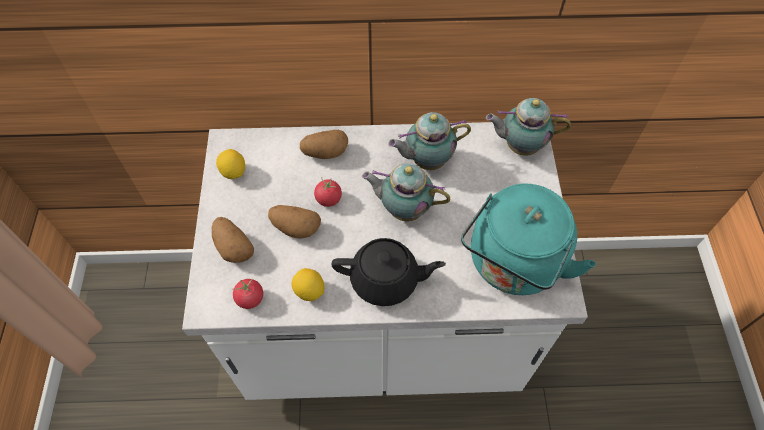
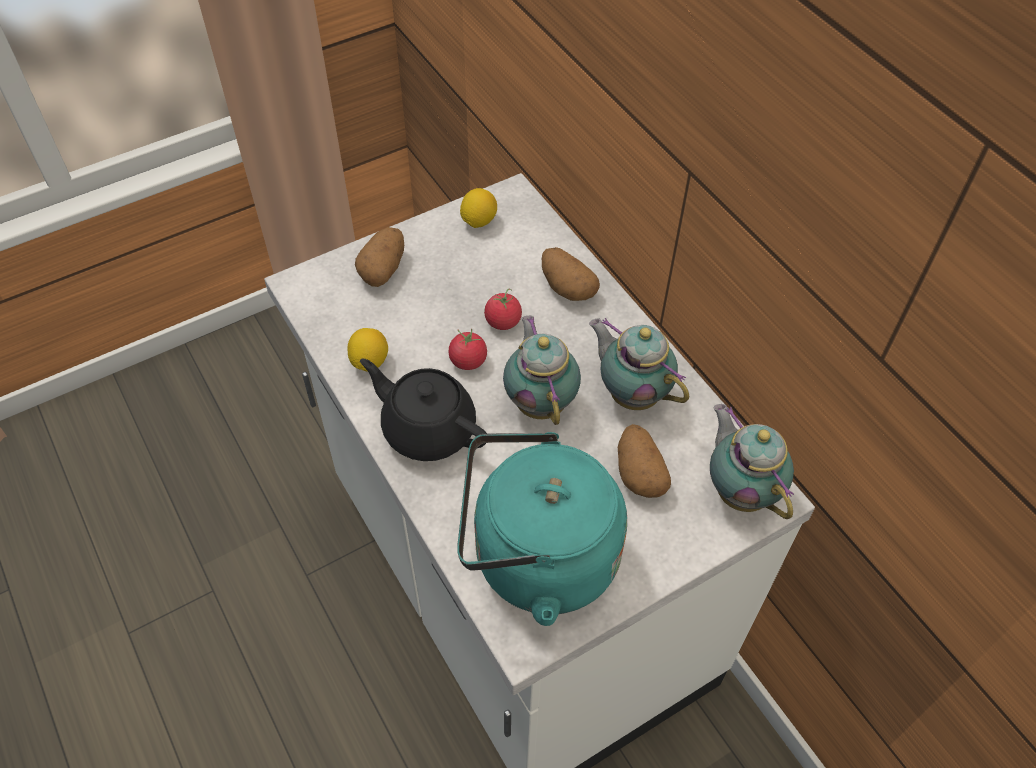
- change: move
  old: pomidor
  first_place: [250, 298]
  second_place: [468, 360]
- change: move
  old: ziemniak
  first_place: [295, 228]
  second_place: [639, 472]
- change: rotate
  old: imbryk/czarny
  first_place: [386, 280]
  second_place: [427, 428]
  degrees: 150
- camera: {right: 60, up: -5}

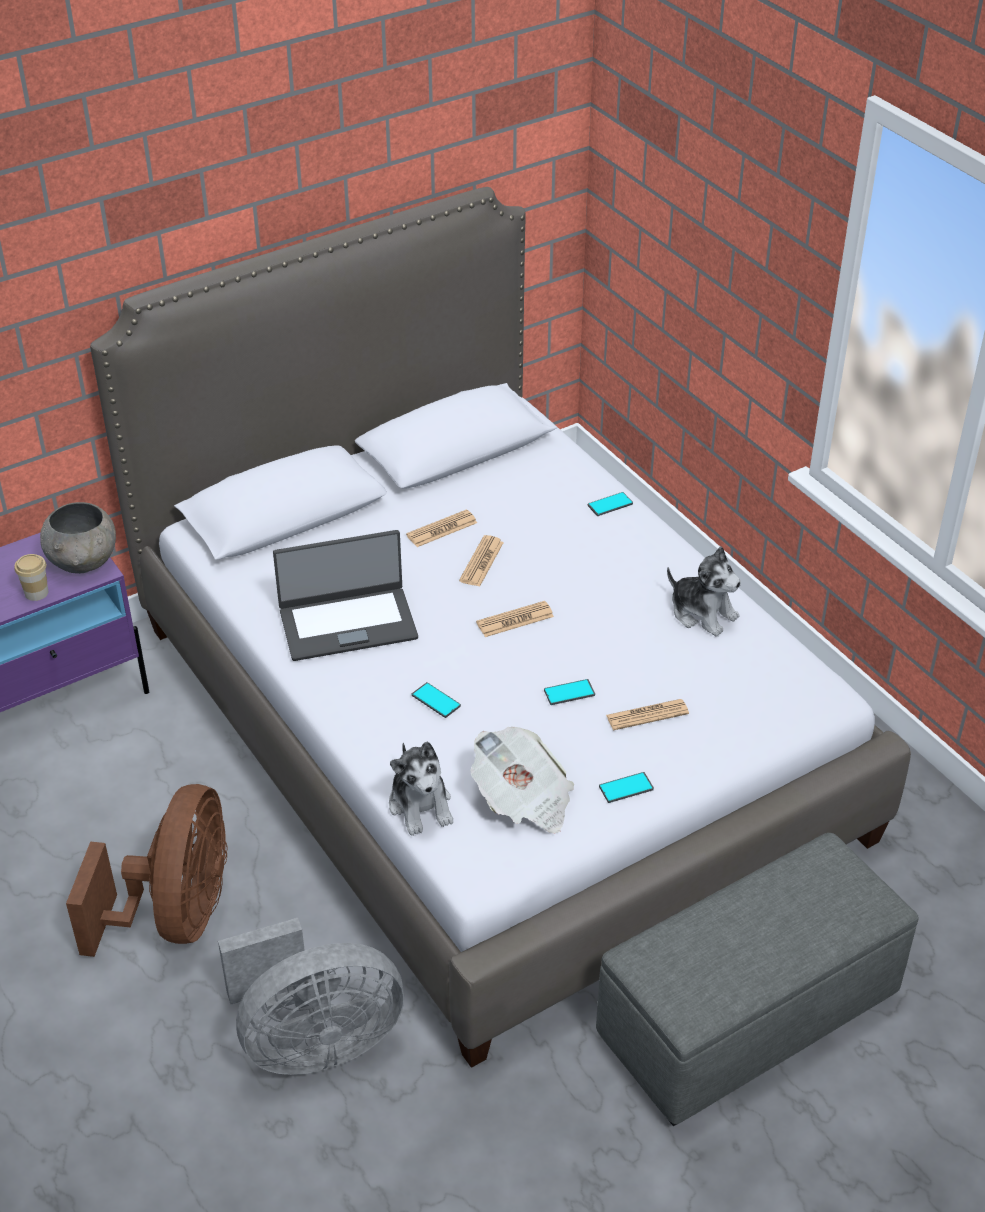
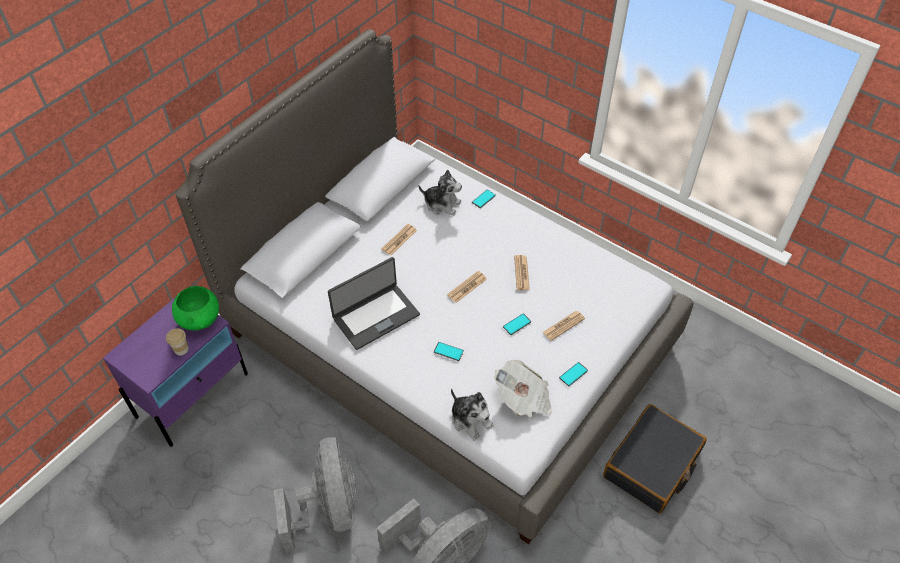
- change: recolor
  old: miska/szary
  new: miska/zielony
  first_place: [84, 563]
  second_place: [200, 320]
- change: recolor
  old: wentylator/brązowy
  new: wentylator/szary
  first_place: [177, 915]
  second_place: [329, 508]
- change: move
  old: gazeta
  first_place: [481, 562]
  second_place: [521, 273]
- change: replace
  old: pufa/szary
  new: walizka/czarny
  first_place: [749, 1015]
  second_place: [652, 465]
- change: move
  old: pluszak
  first_place: [702, 613]
  second_place: [442, 204]
- camera: {right: -20, up: 10}

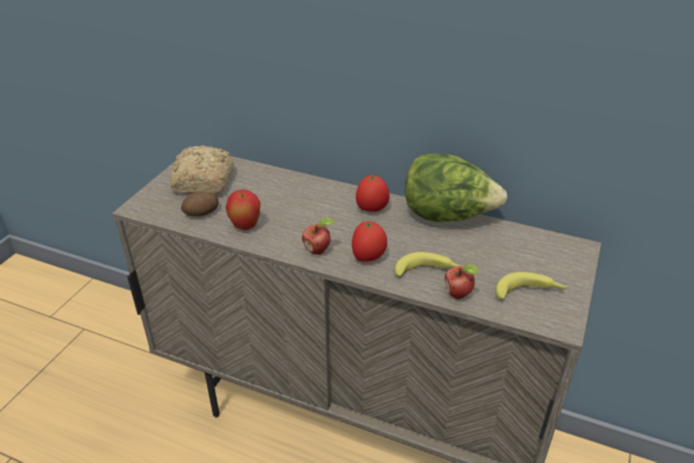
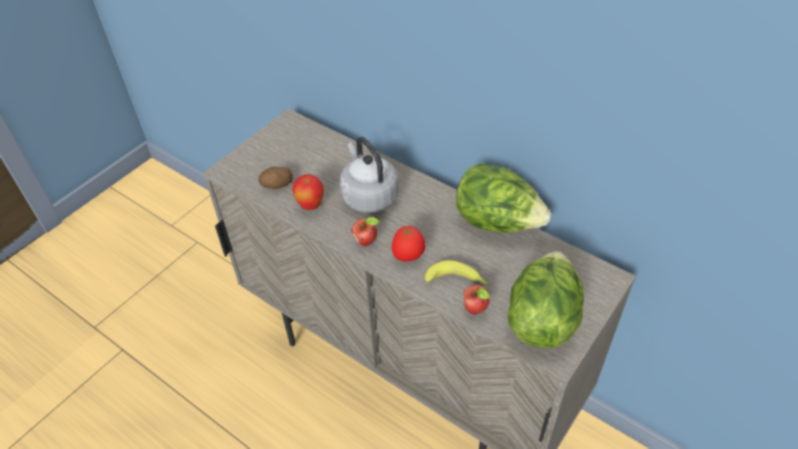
- change: delete
  old: chleb
  first_place: [203, 183]
- change: delete
  old: pomidor
  first_place: [372, 209]
- change: replace
  old: banan
  new: sałata
  first_place: [529, 293]
  second_place: [542, 319]
- change: insert
  new: czajnik/szary
  second_place: [368, 195]
- camera: {right: 15, up: 10}

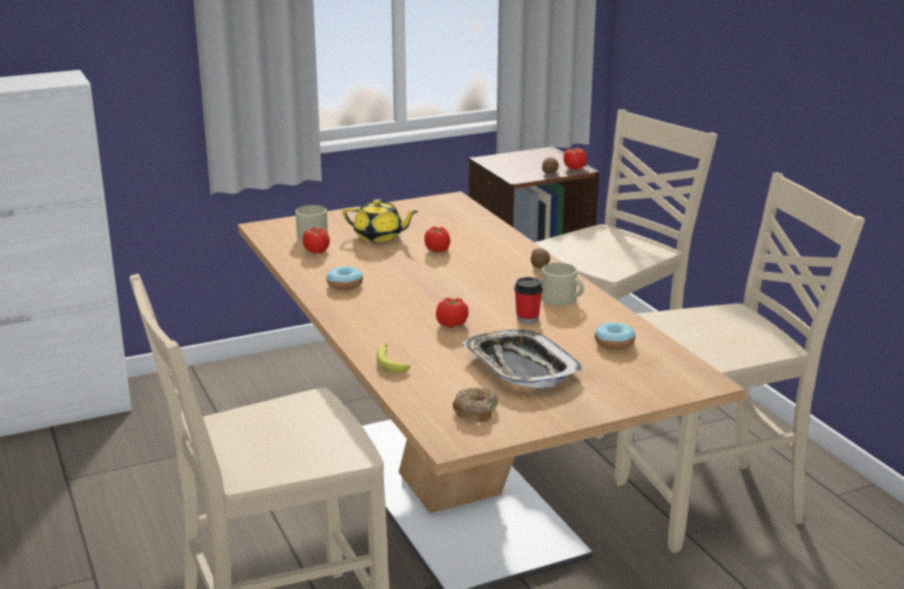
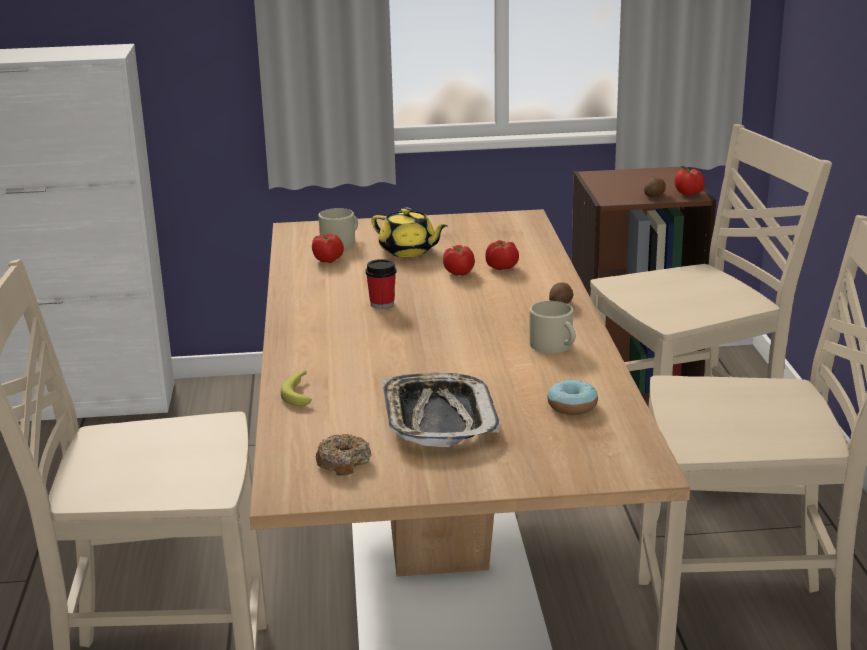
- change: delete
  old: donut
  first_place: [344, 285]
- change: move
  old: pomidor
  first_place: [451, 324]
  second_place: [502, 267]
- change: move
  old: filiżanka
  first_place: [527, 318]
  second_place: [382, 304]
- camera: {right: 20, up: 0}

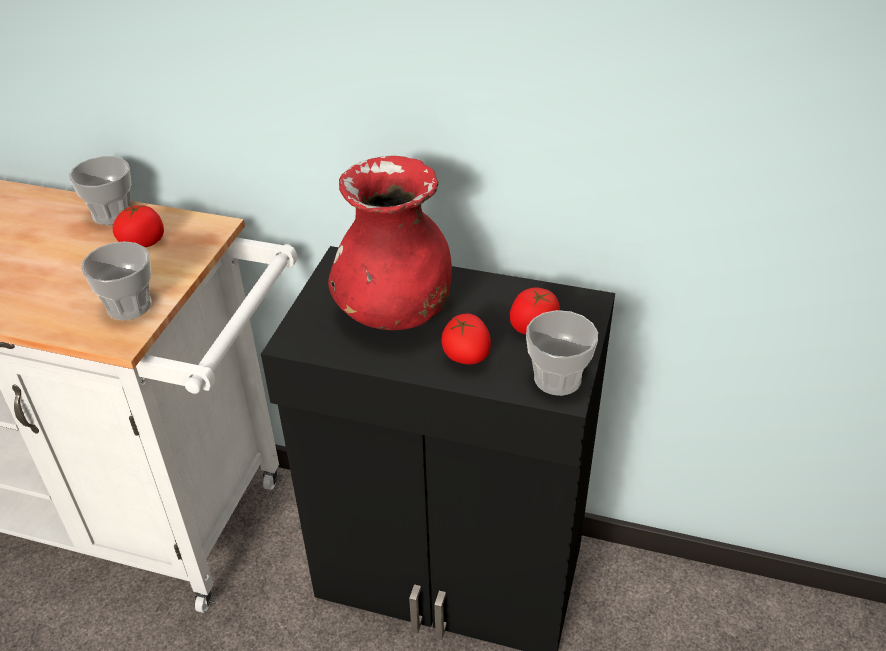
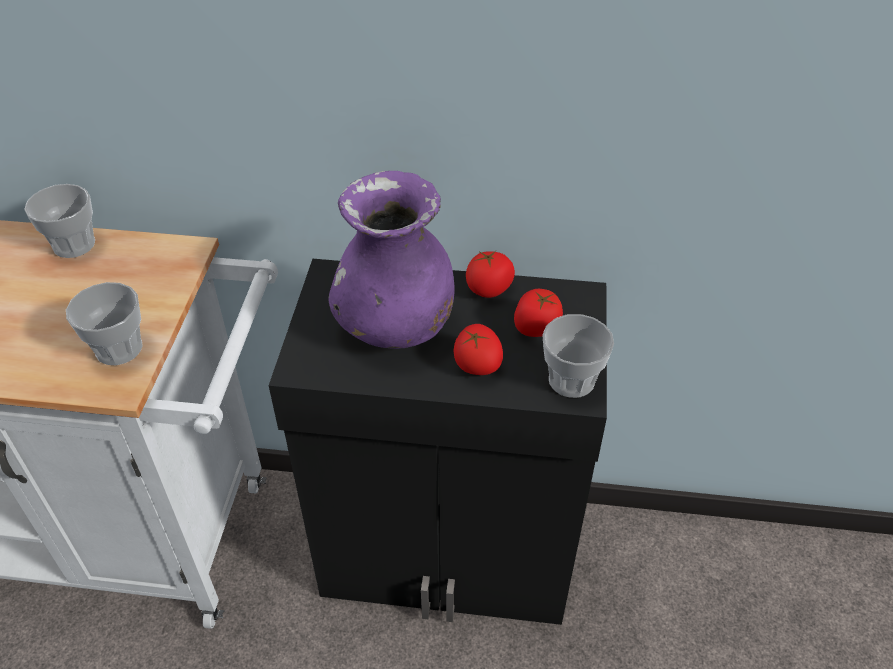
- change: move
  old: pomidor
  first_place: [143, 242]
  second_place: [489, 289]
- change: recolor
  old: wazon/czerwony
  new: wazon/fioletowy
  first_place: [395, 312]
  second_place: [395, 325]
- camera: {right: -10, up: 5}

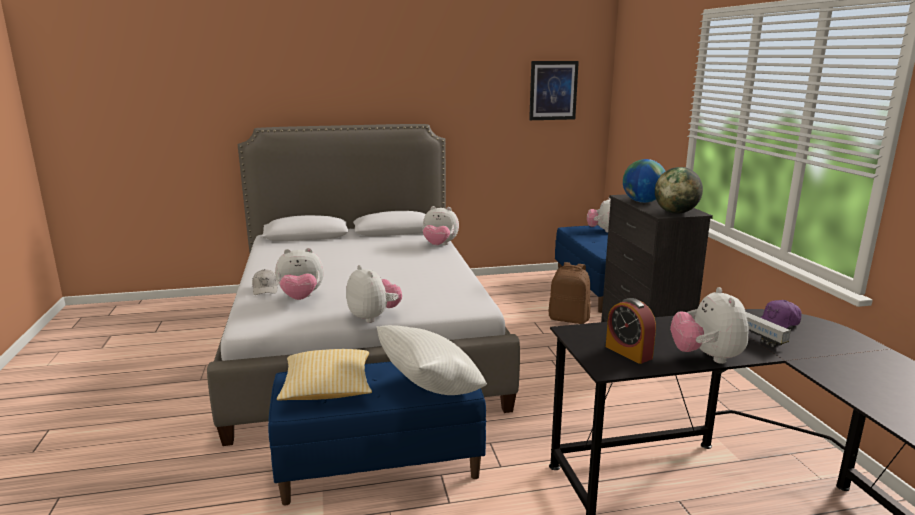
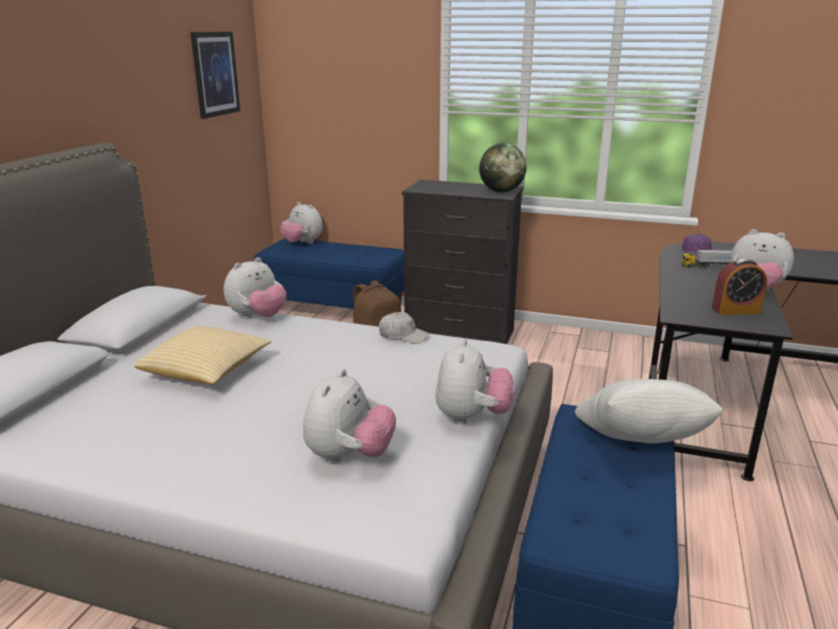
- change: move
  old: czapka z daszkiem/biały
  first_place: [265, 288]
  second_place: [403, 335]
- change: move
  old: poduszka
  first_place: [327, 390]
  second_place: [206, 371]
- change: rotate
  old: pluszak
  first_place: [374, 317]
  second_place: [472, 417]
  degrees: 105
- change: delete
  old: globus
  first_place: [642, 202]
- camera: {right: -60, up: 5}

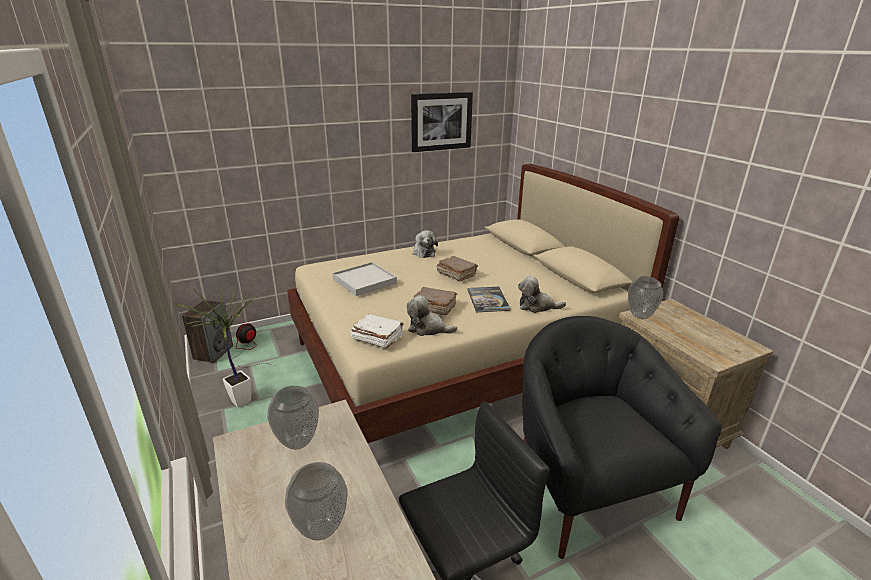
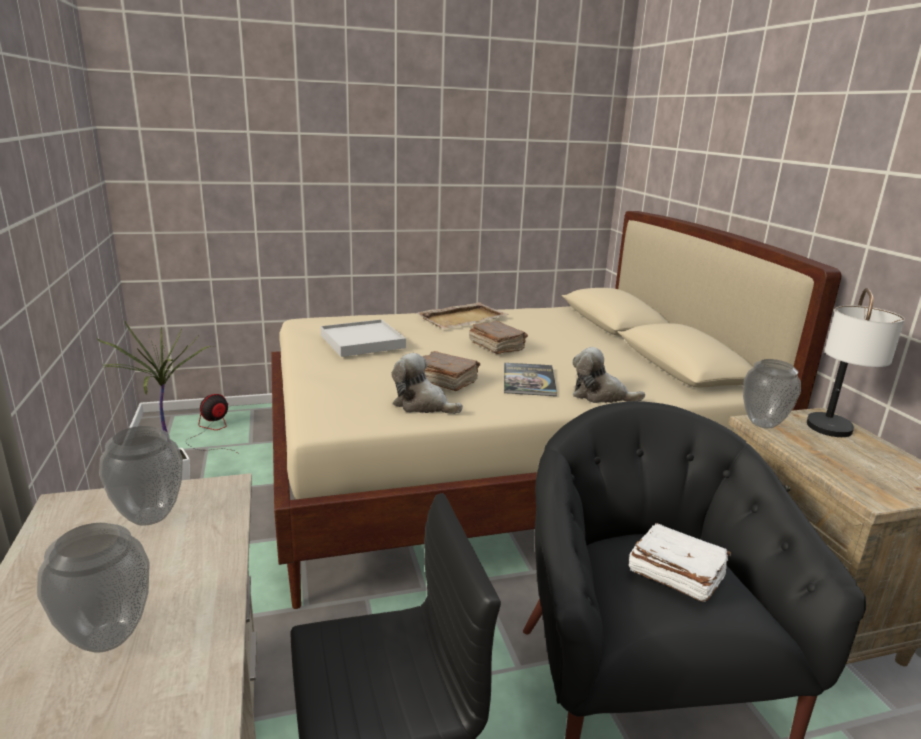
- change: delete
  old: głośnik
  first_place: [213, 352]
- change: move
  old: książka/biały
  first_place: [377, 338]
  second_place: [674, 574]
- change: delete
  old: obraz
  first_place: [441, 121]
- change: replace
  old: pluszak
  new: taca/beżowy
  first_place: [423, 252]
  second_place: [463, 318]
- change: insert
  new: lampa stołowa
  second_place: [831, 436]
- camera: {right: 10, up: -5}

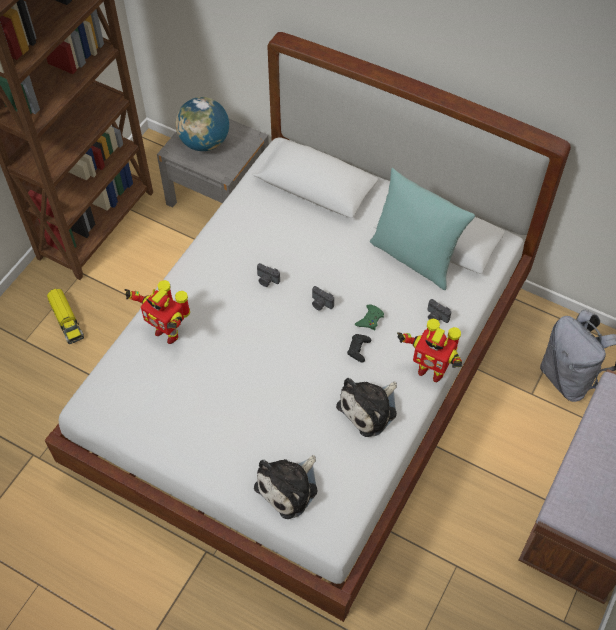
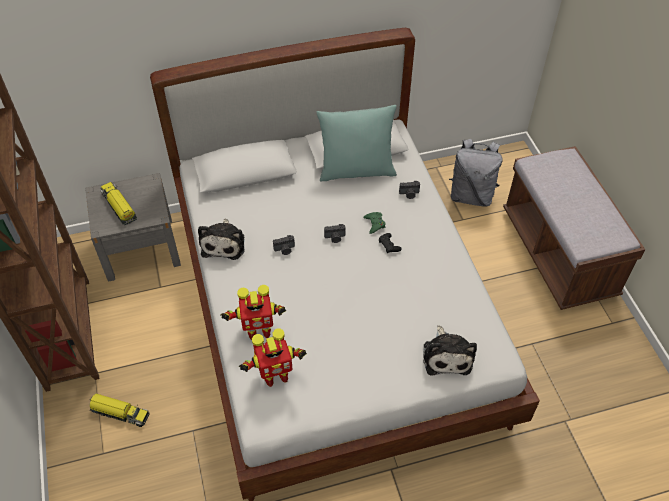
- change: replace
  old: globus
  new: ciężarówka zabawkowa
  first_place: [204, 142]
  second_place: [119, 207]
- change: move
  old: pluszak
  first_place: [370, 408]
  second_place: [224, 243]
- change: move
  old: robot zabawkowy
  first_place: [430, 370]
  second_place: [275, 376]
- camera: {right: -45, up: -5}

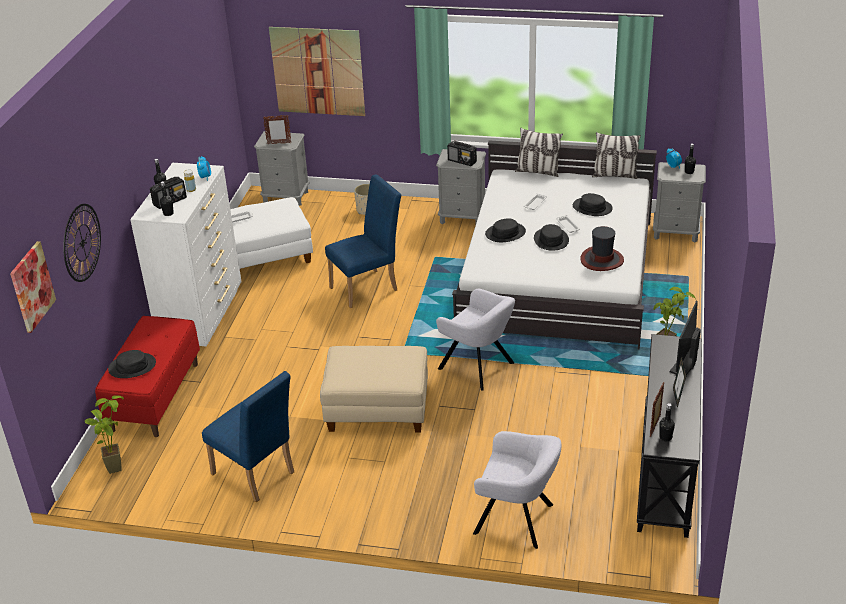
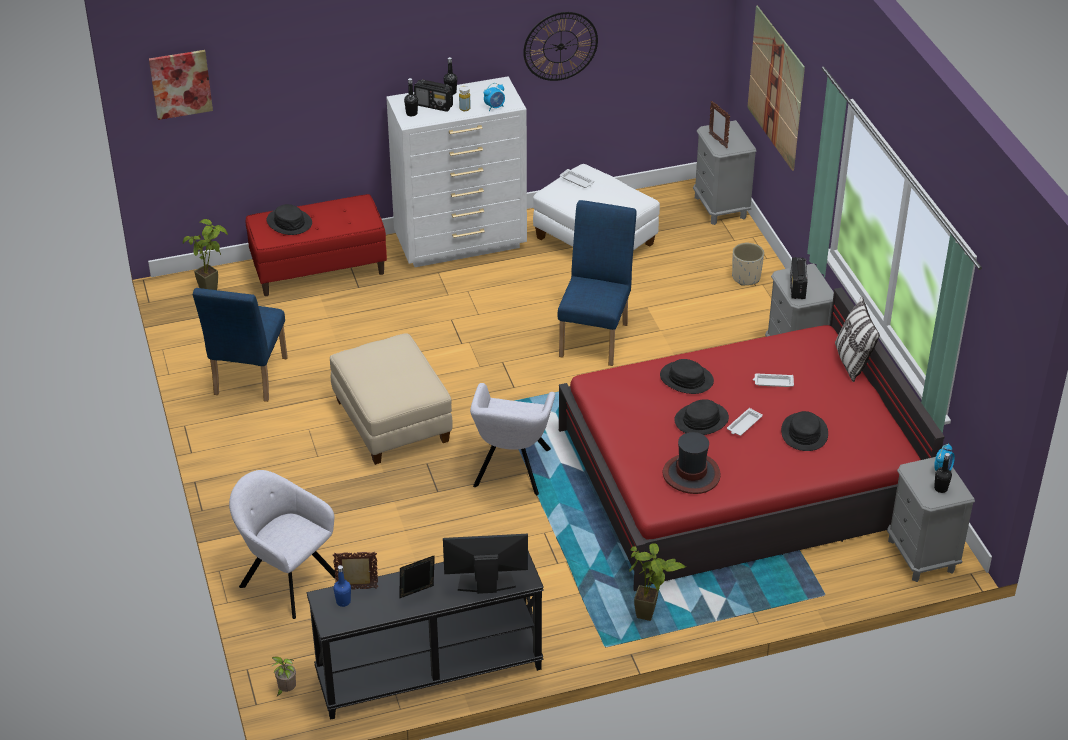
- change: move
  old: zegar ścienny
  first_place: [82, 242]
  second_place: [560, 46]
- change: rotate
  old: krzesło/niebieski
  first_place: [368, 287]
  second_place: [596, 336]
  degrees: -105
- change: recolor
  old: łóżko/biały
  new: łóżko/czerwony
  first_place: [558, 273]
  second_place: [739, 476]
- change: rotate
  old: fotel/szary
  first_place: [517, 520]
  second_place: [286, 579]
  degrees: 135
- change: delete
  old: poduszka
  first_place: [614, 175]
- change: recolor
  old: butelka/czarny
  new: butelka/niebieski
  first_place: [665, 437]
  second_place: [343, 601]
- change: insert
  new: roślina doniczkowa
  second_place: [286, 690]
- camera: {right: 60, up: 5}

